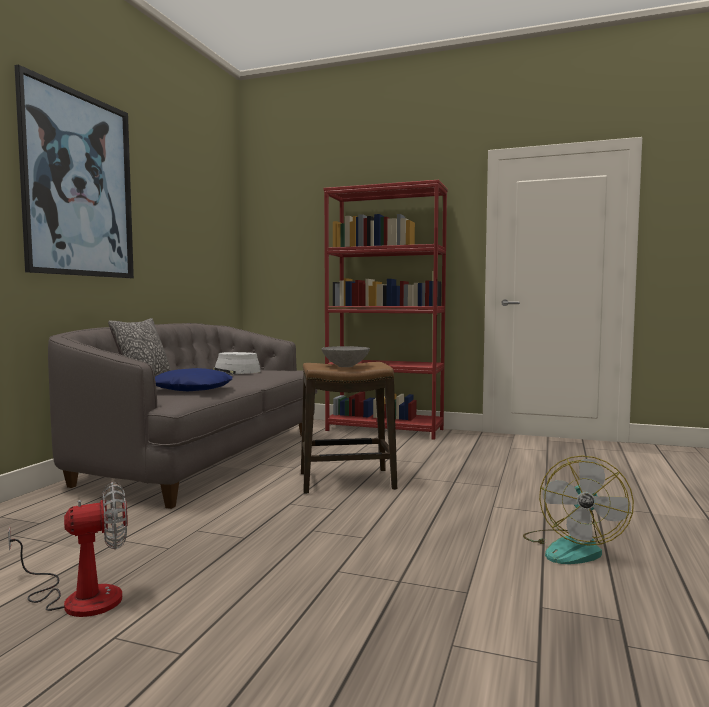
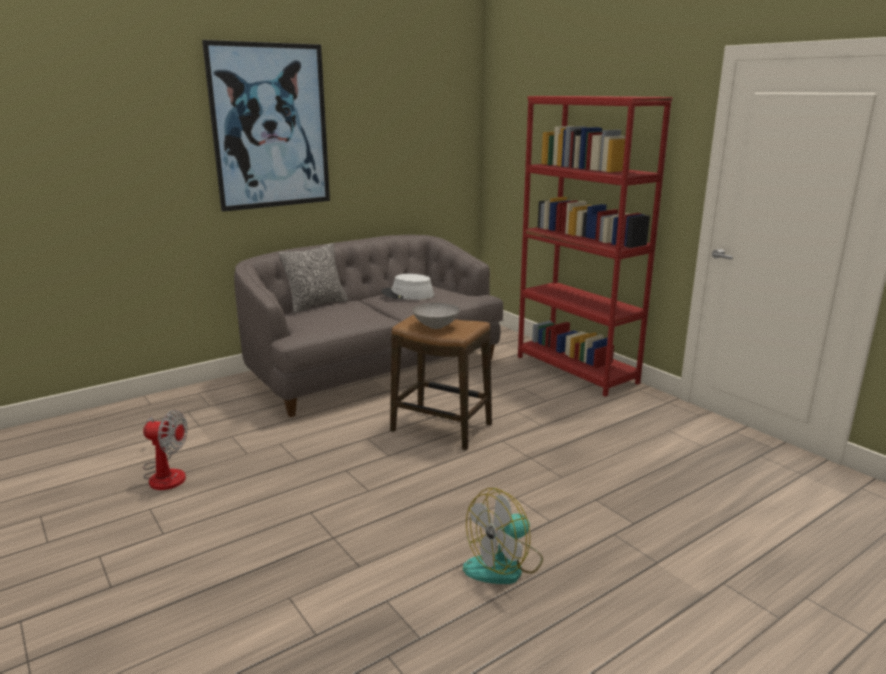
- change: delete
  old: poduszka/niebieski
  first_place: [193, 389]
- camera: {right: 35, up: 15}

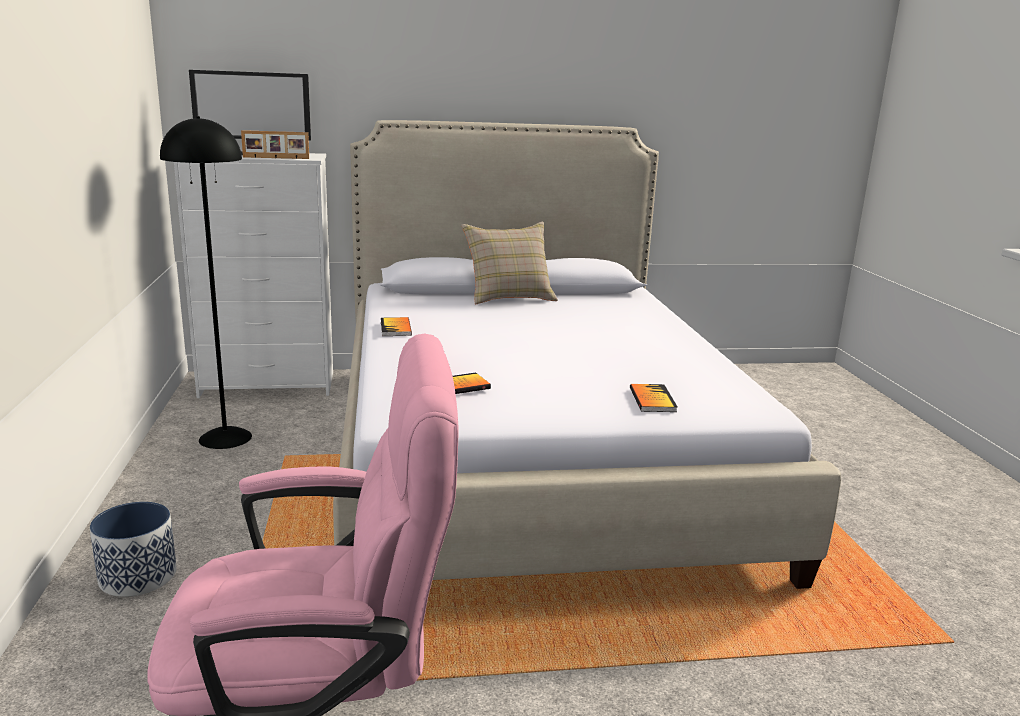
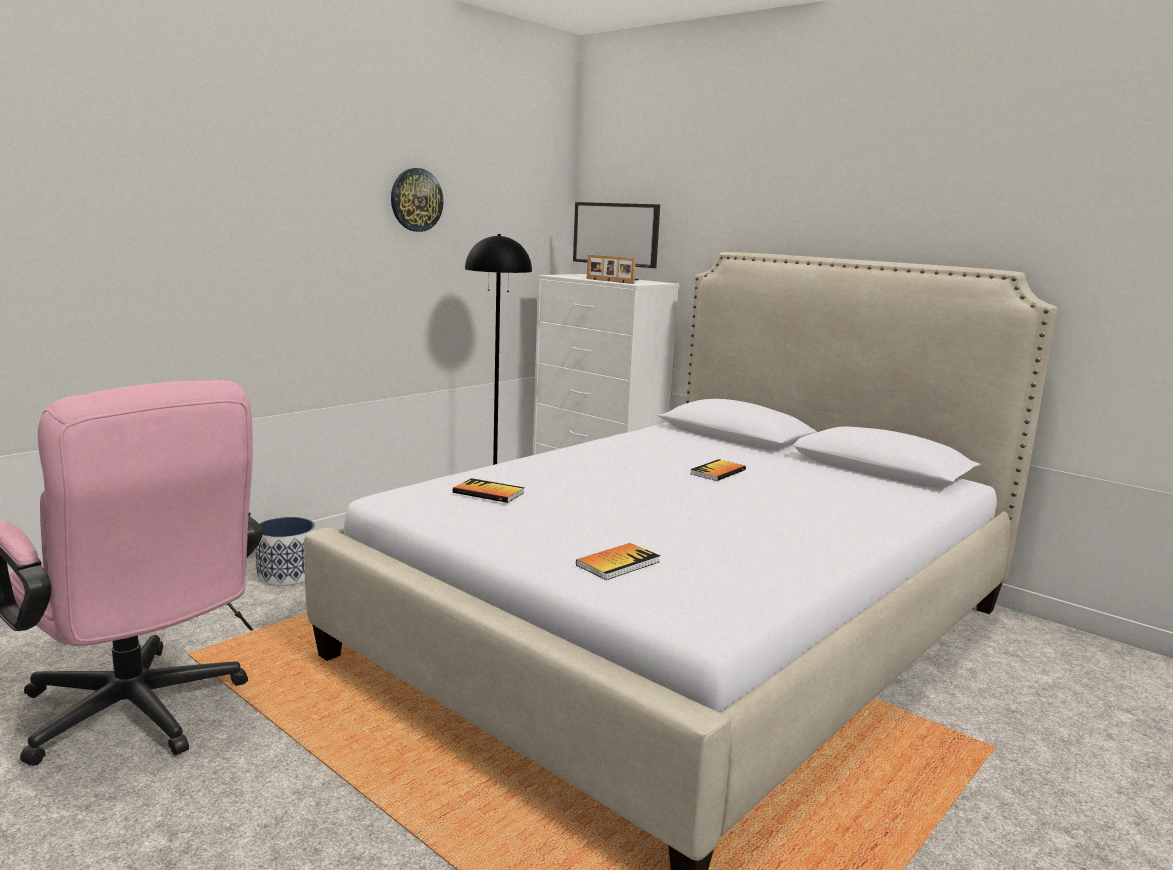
- change: move
  old: książka
  first_place: [396, 328]
  second_place: [718, 472]
- change: delete
  old: poduszka/beżowy
  first_place: [509, 297]
- change: insert
  new: zegar ścienny
  second_place: [416, 200]
- camera: {right: 50, up: -5}

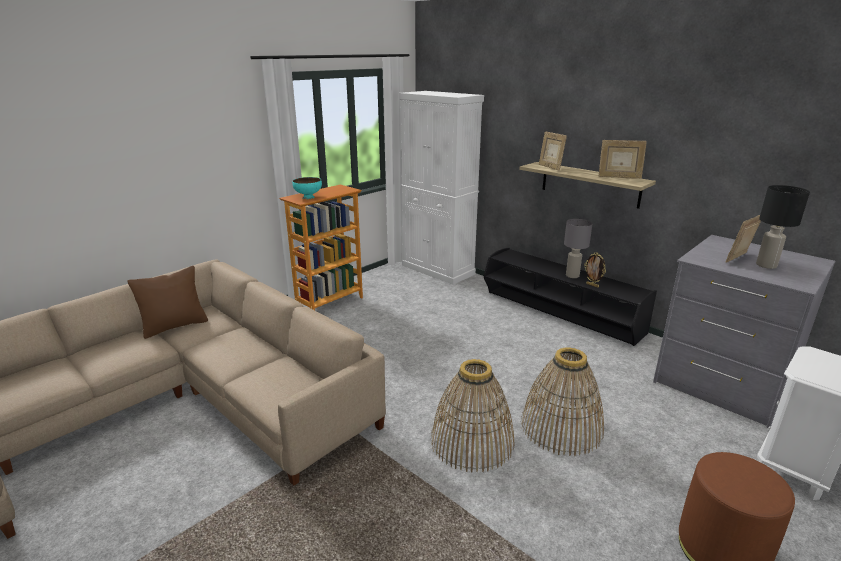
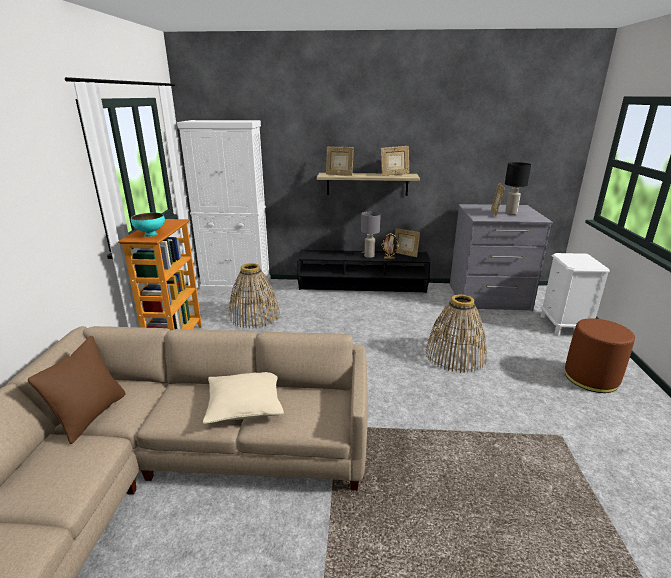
- change: move
  old: koszyk
  first_place: [472, 442]
  second_place: [254, 316]
- change: insert
  new: poduszka/beżowy
  second_place: [245, 405]
- change: insert
  new: ramka na zdjęcie
  second_place: [405, 254]
- camera: {right: -40, up: 0}

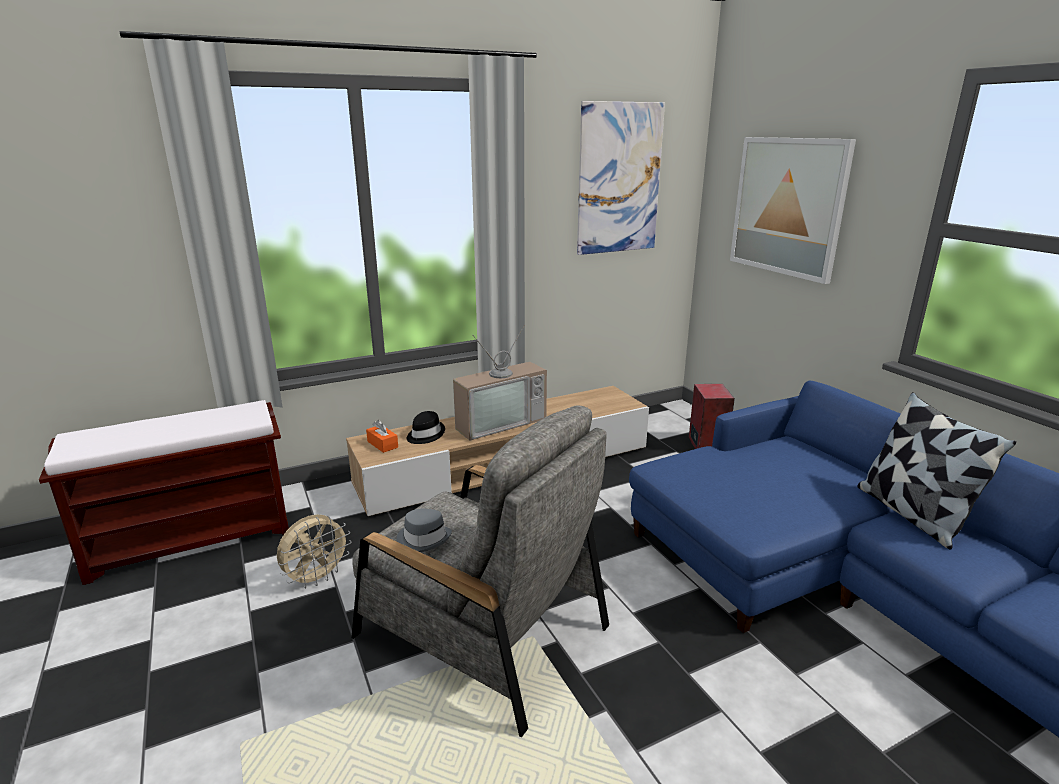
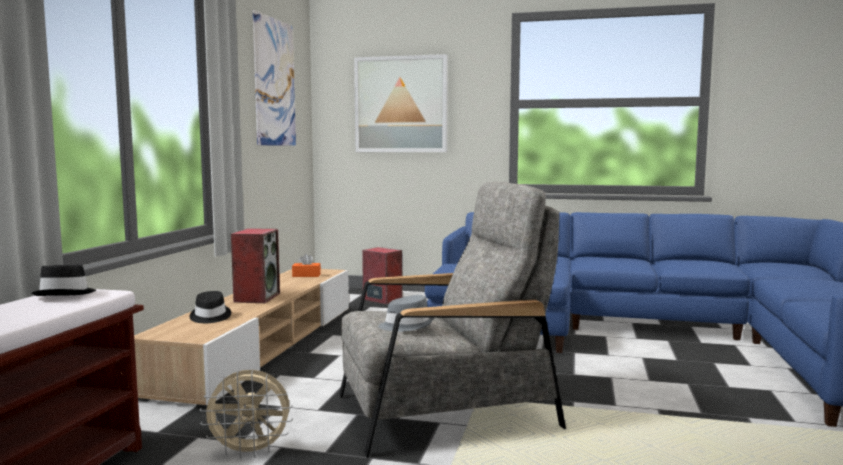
- change: rotate
  old: wentylator/beżowy
  first_place: [317, 578]
  second_place: [250, 452]
  degrees: 90
- change: move
  old: pudełko chusteczek/pomarańczowy
  first_place: [382, 444]
  second_place: [306, 275]
- change: replace
  old: telewizor
  new: głośnik
  first_place: [499, 421]
  second_place: [256, 297]
- change: delete
  old: poduszka
  first_place: [912, 514]
- change: insert
  new: kapelusz/czarny
  second_place: [66, 294]
- camera: {right: -50, up: -15}

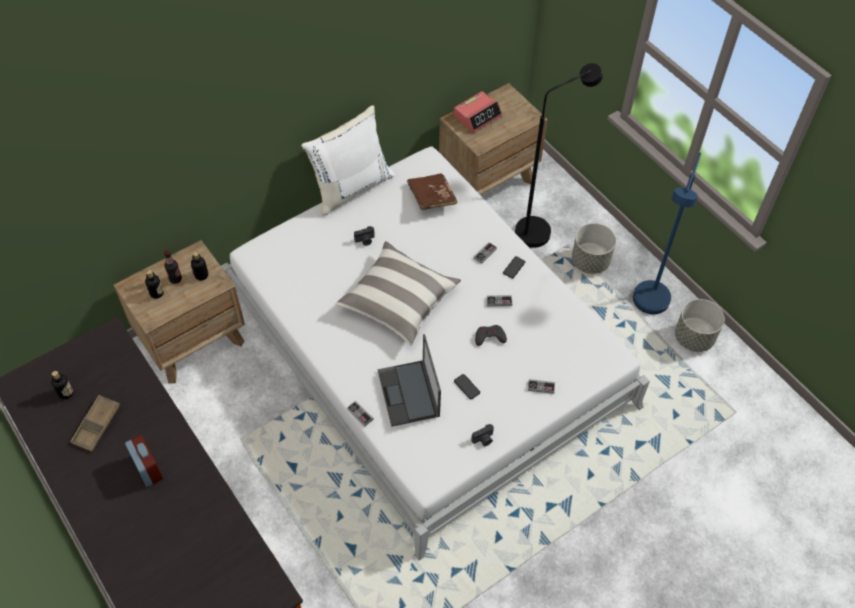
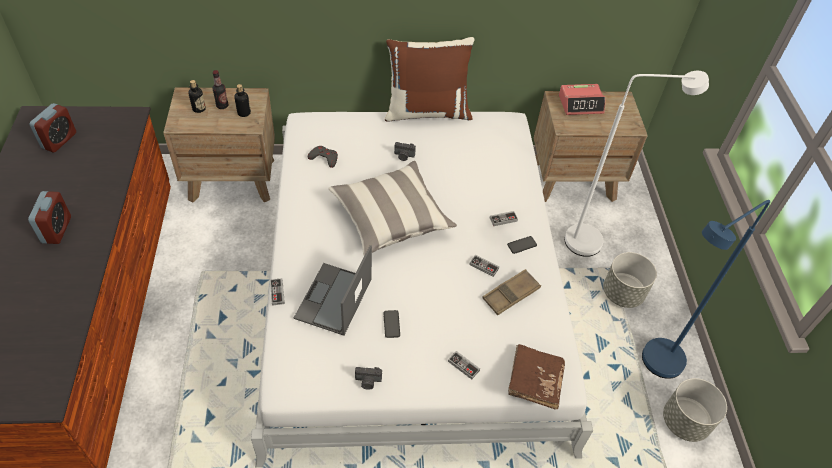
- change: replace
  old: butelka
  new: budzik
  first_place: [66, 393]
  second_place: [59, 140]
- change: move
  old: taca/brązowy
  first_place: [96, 425]
  second_place: [511, 294]
- change: recolor
  old: poduszka/biały
  new: poduszka/brązowy
  first_place: [351, 187]
  second_place: [427, 111]
- change: move
  old: książka/brązowy
  first_place: [431, 198]
  second_place: [534, 382]
- change: move
  old: pad do gier/szary
  first_place: [489, 337]
  second_place: [324, 158]
- change: recolor
  old: lampa stojąca/czarny
  new: lampa stojąca/biały
  first_place: [541, 229]
  second_place: [593, 242]
- camera: {right: 30, up: -5}

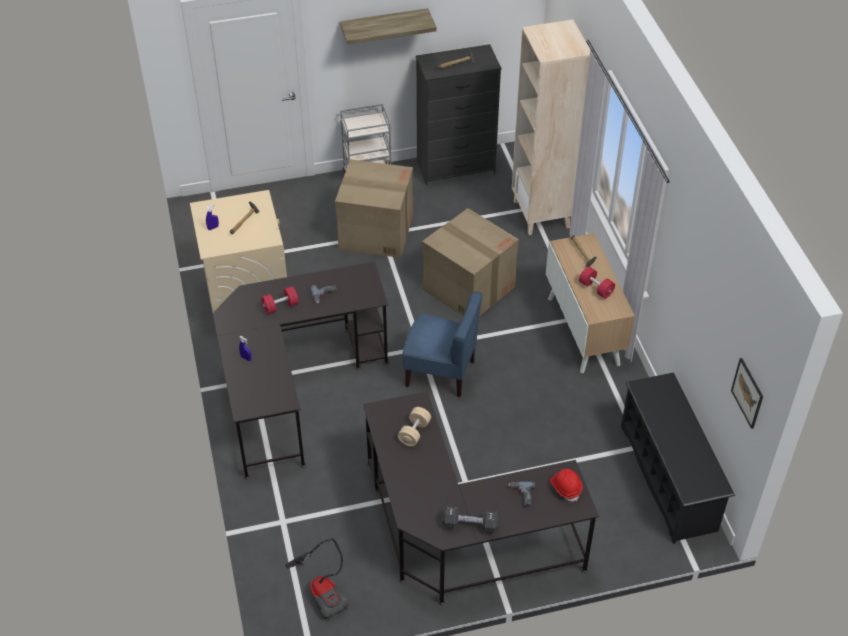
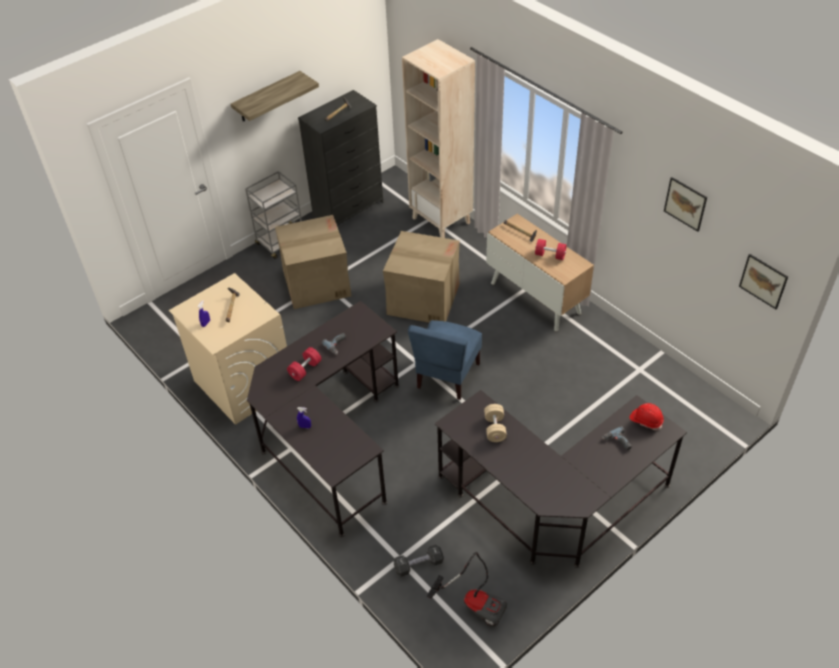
- change: rotate
  old: krzesło/niebieski
  first_place: [441, 372]
  second_place: [447, 375]
  degrees: 120
- change: move
  old: hantel/czarny
  first_place: [470, 525]
  second_place: [418, 564]
- change: delete
  old: regał na buty/czarny
  first_place: [668, 478]
- change: insert
  new: obraz
  second_place: [685, 204]
- camera: {right: -25, up: 0}

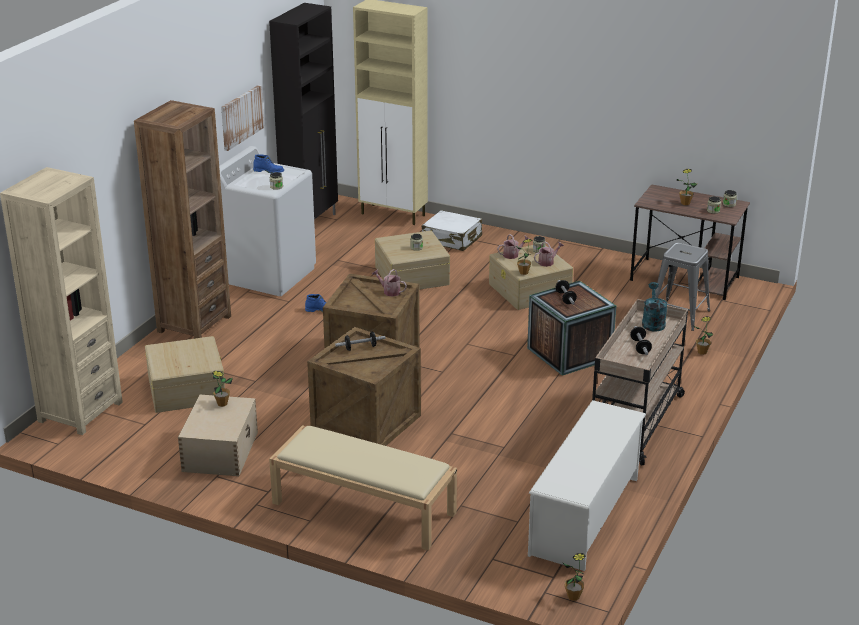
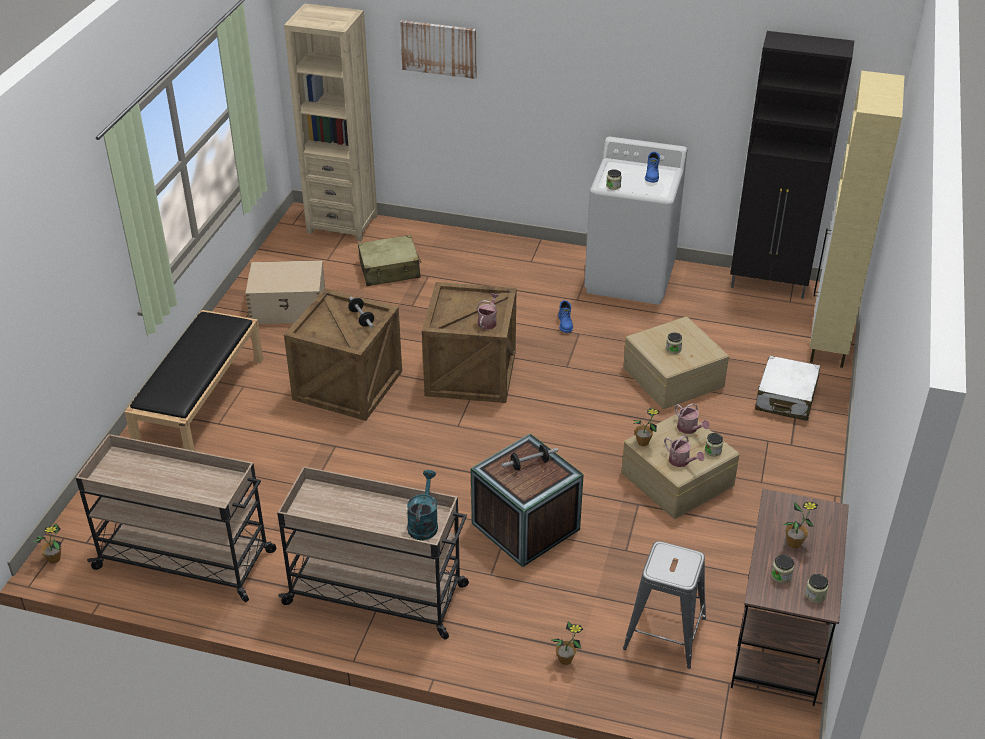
- change: delete
  old: regał/brązowy
  first_place: [194, 324]
- change: replace
  old: pojemnik do przechowywania/beżowy
  new: walizka/beżowy
  first_place: [186, 389]
  second_place: [390, 270]
- change: delete
  old: roślina doniczkowa
  first_place: [222, 404]
- change: move
  old: obraz
  first_place: [241, 117]
  second_place: [439, 48]
- change: recolor
  old: ławka/beżowy
  new: ławka/czarny
  first_place: [362, 508]
  second_place: [201, 403]
- change: replace
  old: regał na buty/biały
  new: wózek/beżowy
  first_place: [585, 516]
  second_place: [187, 560]
- change: delete
  old: hantel
  first_place: [640, 347]
- change: rotate
  old: konewka/turkusowy
  first_place: [653, 322]
  second_place: [423, 523]
  degrees: -75
- camera: {right: 80, up: 10}

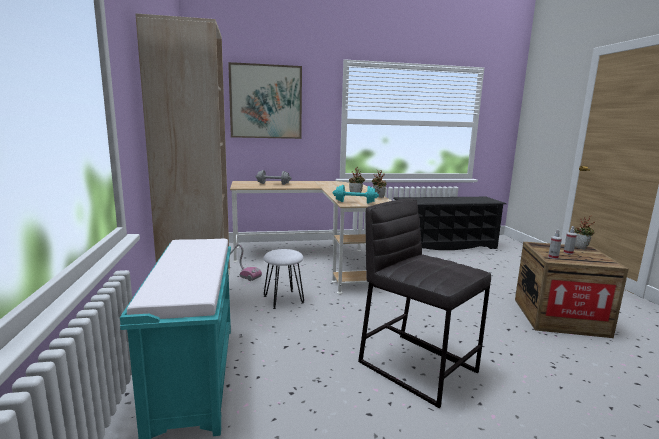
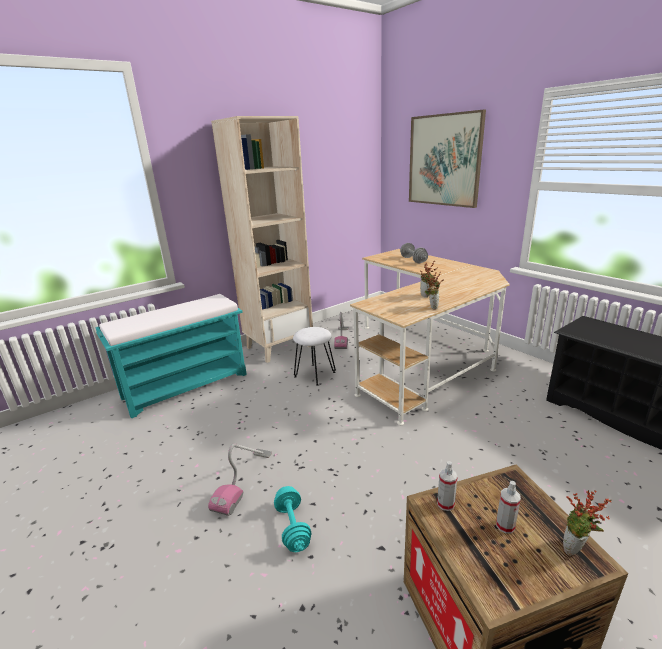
- change: move
  old: hantel/turkusowy
  first_place: [355, 202]
  second_place: [293, 527]
- change: replace
  old: stołek/szary
  new: odkurzacz
  first_place: [417, 366]
  second_place: [243, 481]
- camera: {right: 65, up: 10}

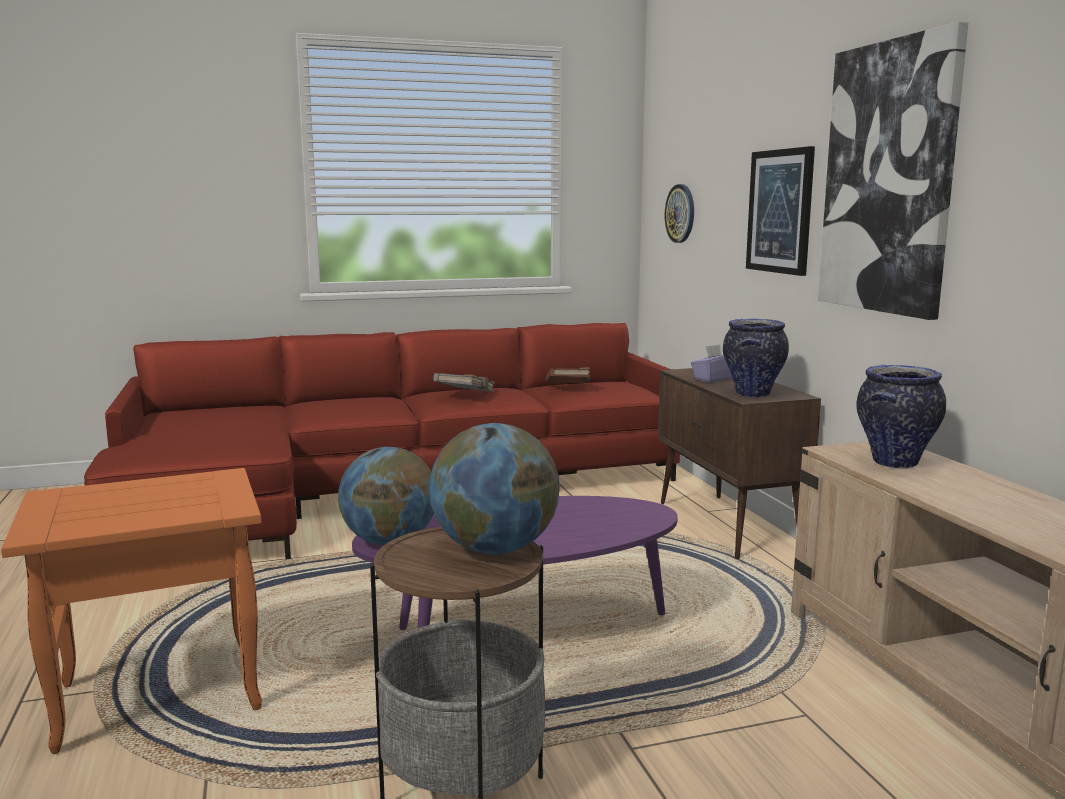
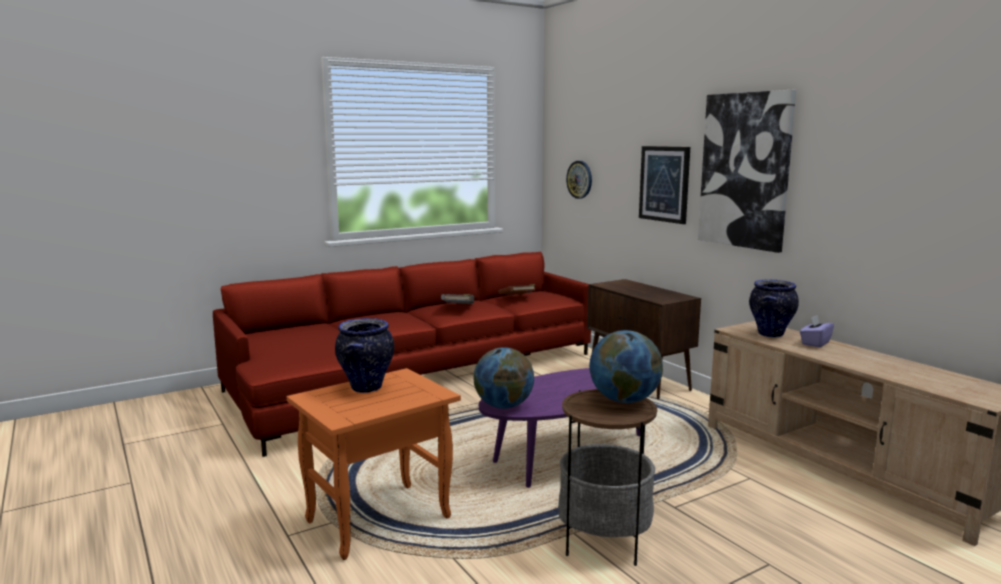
- change: move
  old: pudełko chusteczek/fioletowy
  first_place: [714, 379]
  second_place: [815, 343]
- change: move
  old: wazon
  first_place: [752, 395]
  second_place: [366, 388]
- camera: {right: -15, up: 0}

